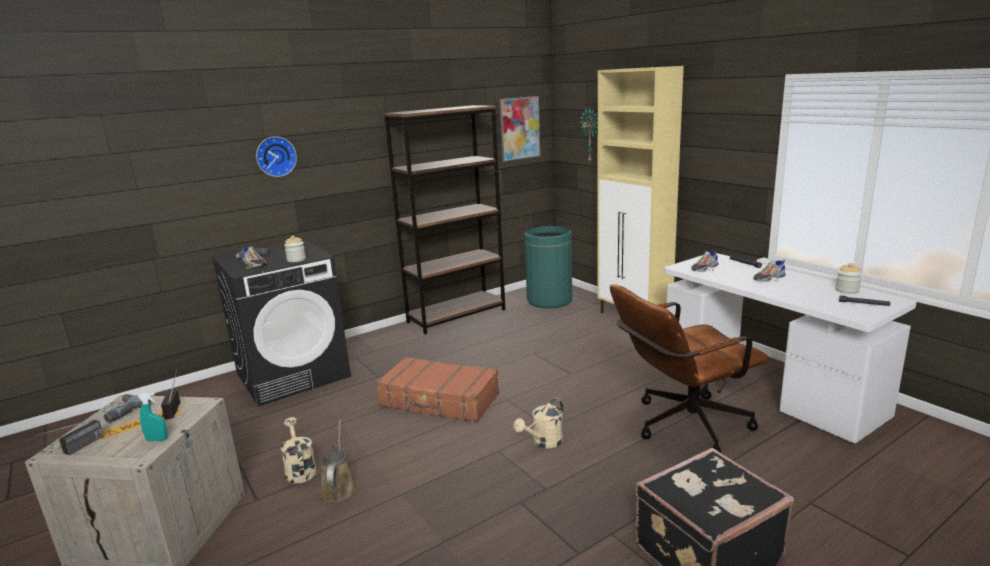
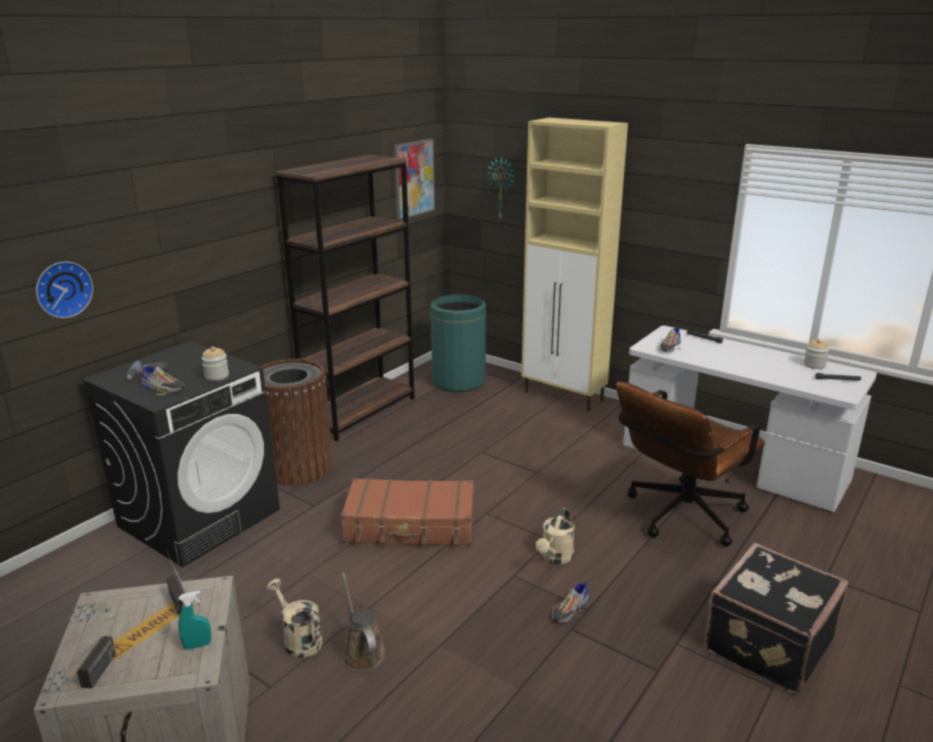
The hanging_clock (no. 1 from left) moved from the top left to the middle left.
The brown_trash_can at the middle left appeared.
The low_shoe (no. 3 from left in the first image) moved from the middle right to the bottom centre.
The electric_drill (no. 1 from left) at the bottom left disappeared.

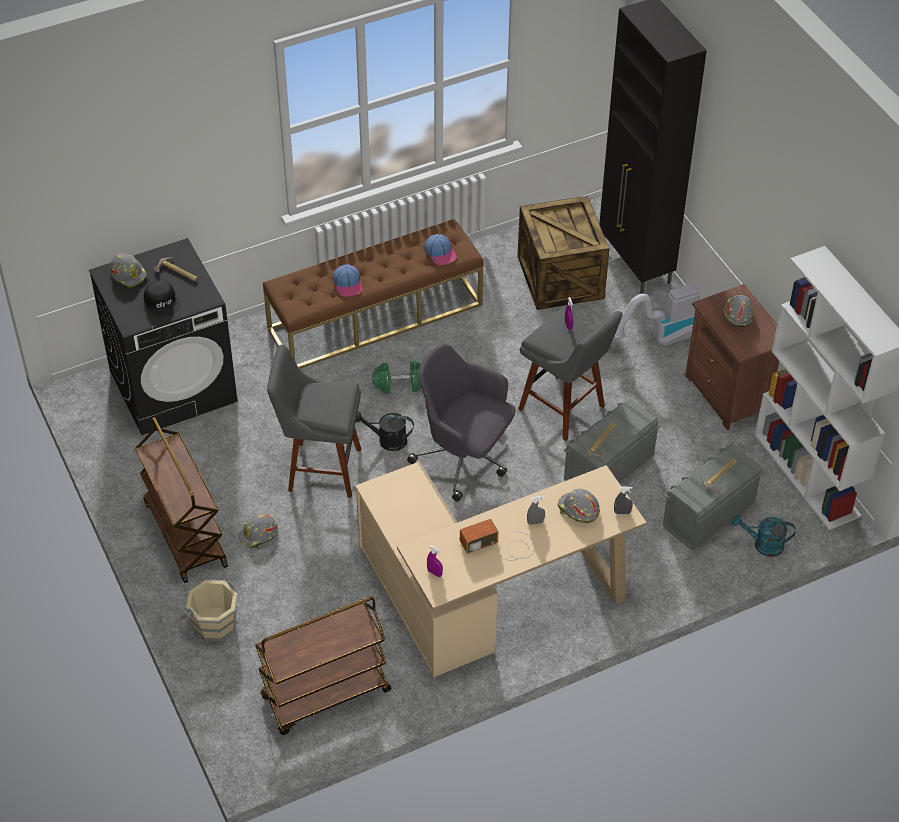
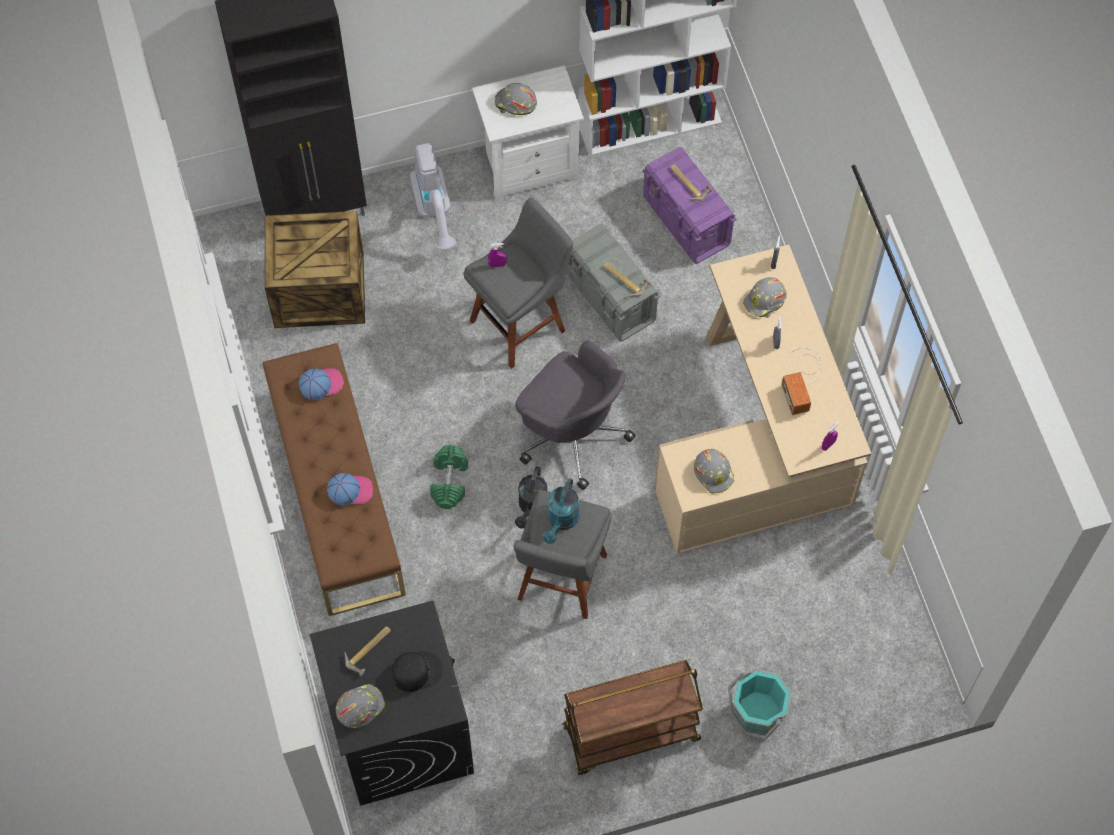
The brown_night_table at the middle right became the whitish_night_table at the top centre.
The gray_office_chair at the centre turned 90 degrees counterclockwise.
The turquoise_watering_pot moved from the middle right to the centre.
The gray_storage_container (no. 2 from left) at the middle right became the purplish_storage_container at the top centre.
The gray_work_helmet (no. 2 from left in the first image) moved from the middle left to the centre.
The sand-coloured_pail at the bottom left became the turquoise_pail at the bottom right.
The brown_cart (no. 2 from left) at the bottom centre disappeared.

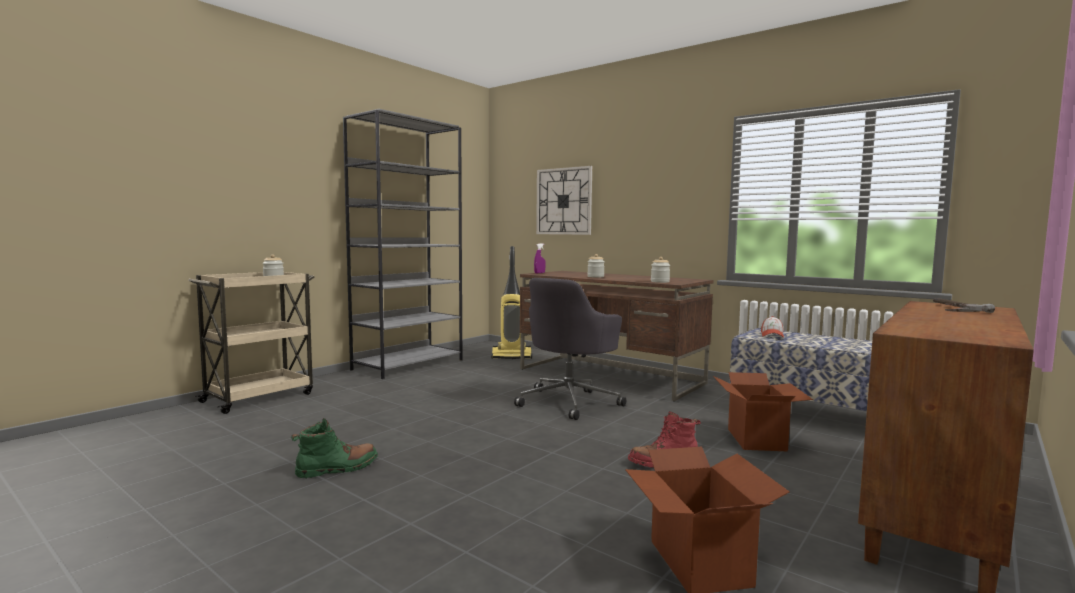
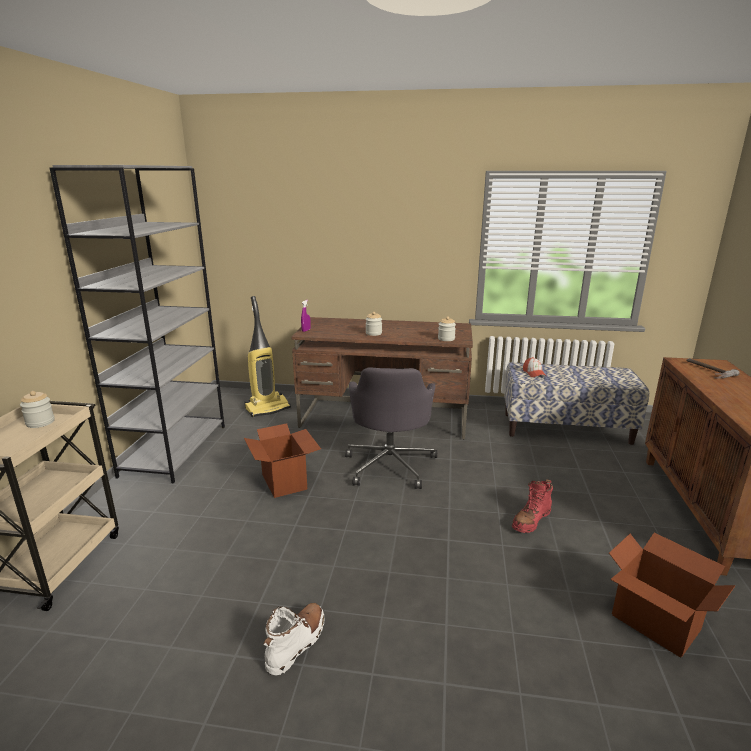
The carton (no. 2 from left in the first image) moved from the bottom right to the centre.
The green-coloured_tall_boot at the bottom left became the whitish_tall_boot at the bottom centre.
The hanging_clock at the centre disappeared.

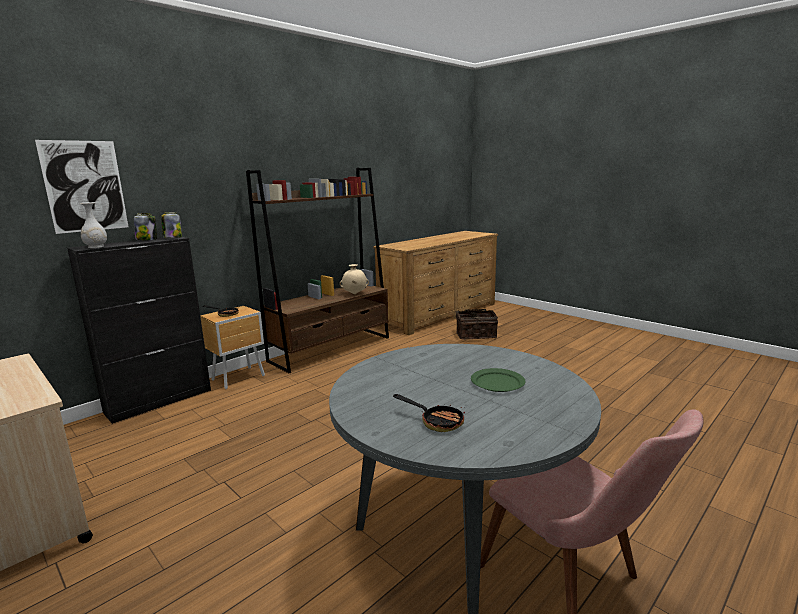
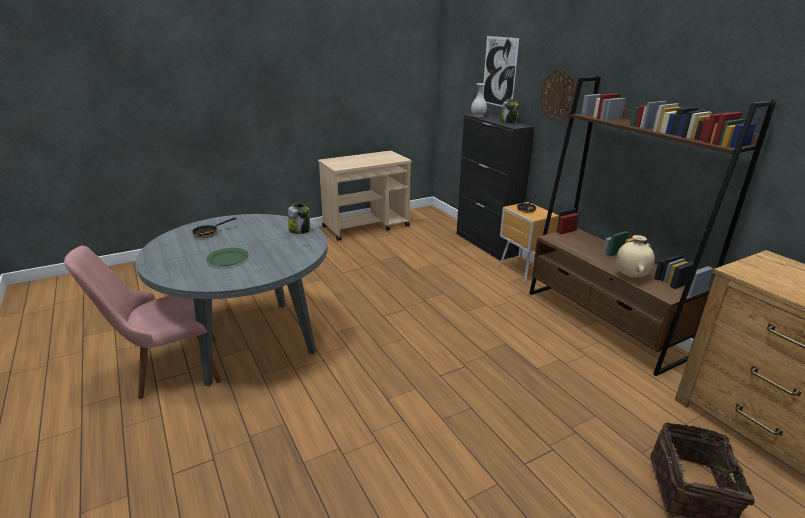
The jar (no. 2 from left in the first image) moved from the middle left to the centre.
The hanging_clock at the top right appeared.

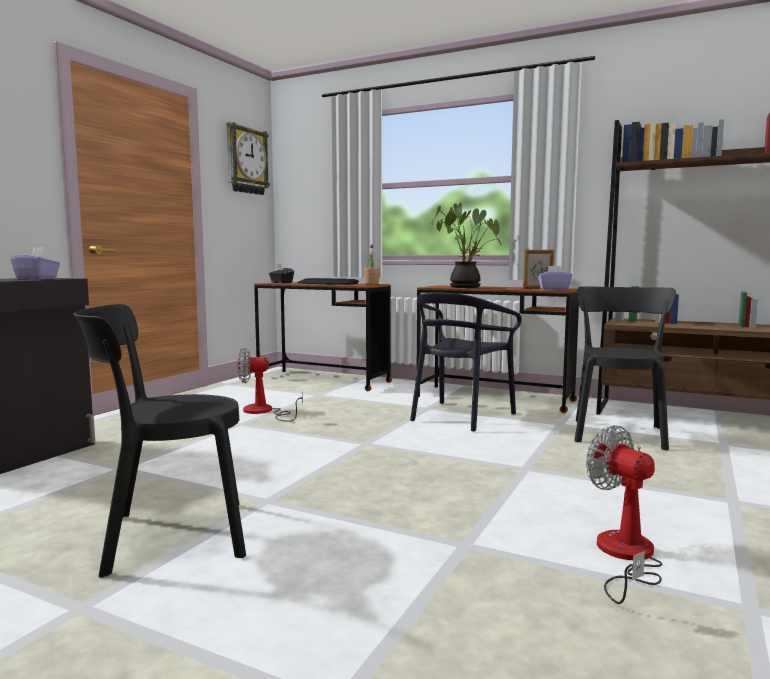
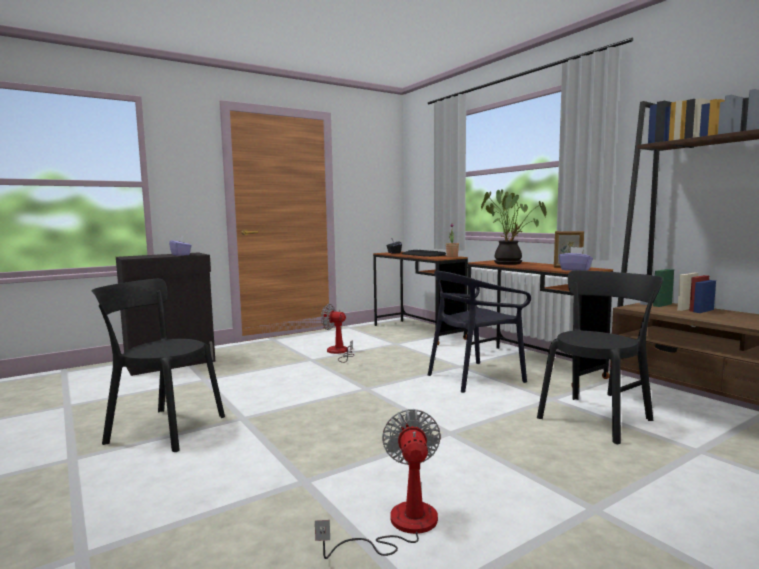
The hanging_clock at the top left disappeared.

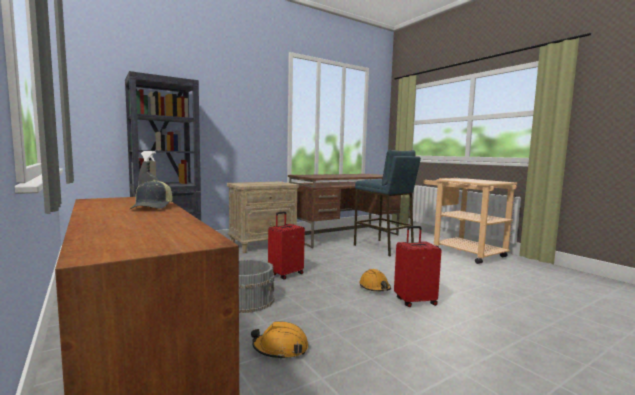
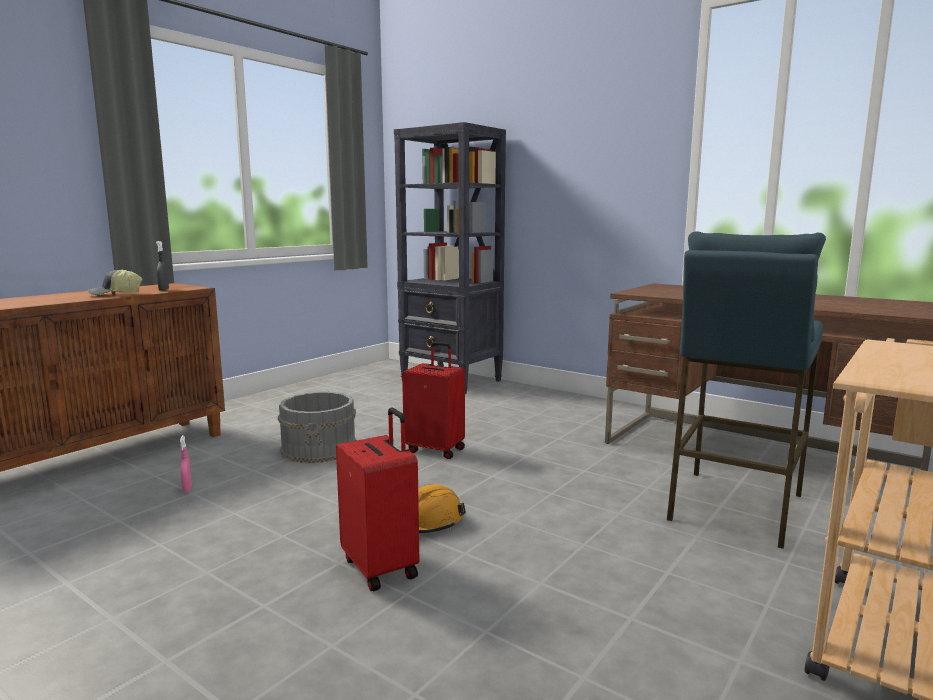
The orange_work_helmet (no. 1 from left) at the bottom centre was replaced by the pink-coloured_spray_bottle at the middle left.
The sand-coloured_night_table at the centre disappeared.

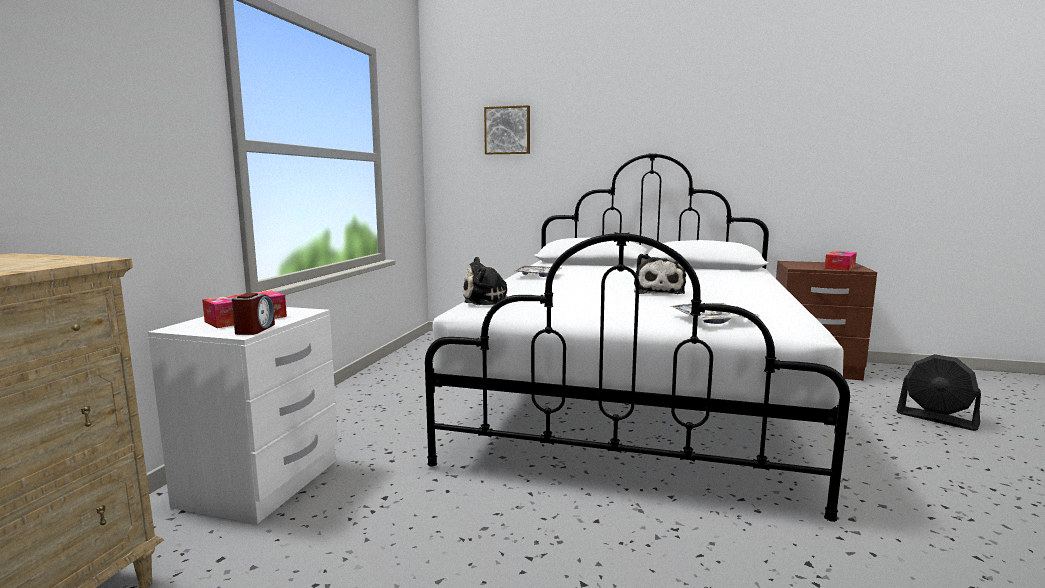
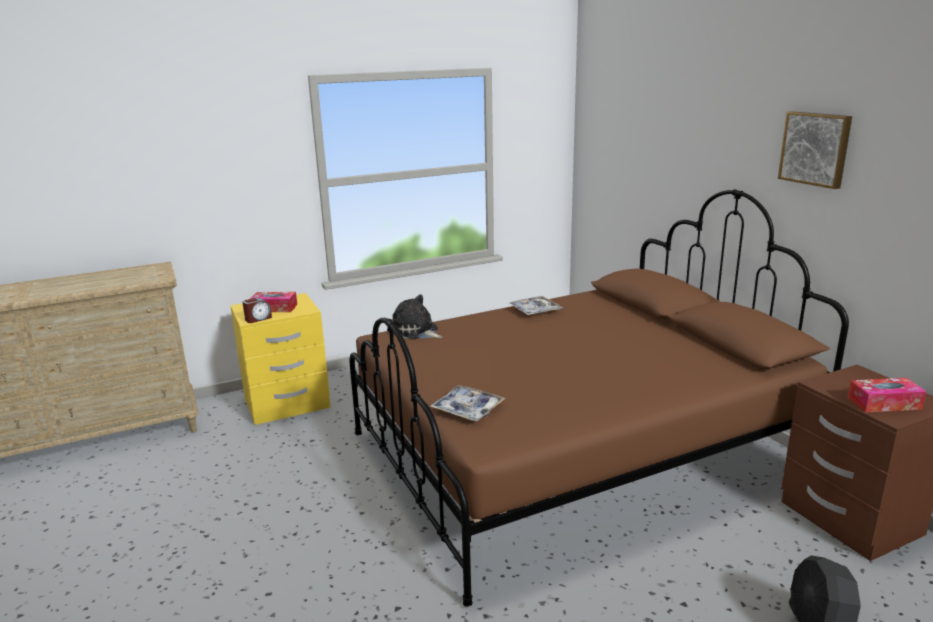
The whitish_night_table at the bottom left became the yellow-coloured_night_table at the middle left.
The whitish_bed at the centre became the brown_bed at the centre.
The picture moved from the top centre to the top right.
The cuddly_toy (no. 2 from left) at the centre disappeared.

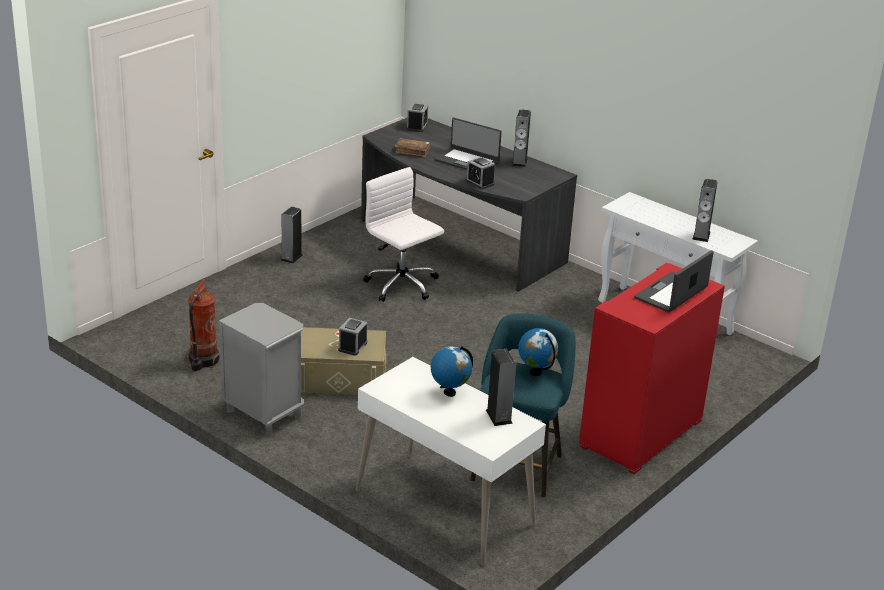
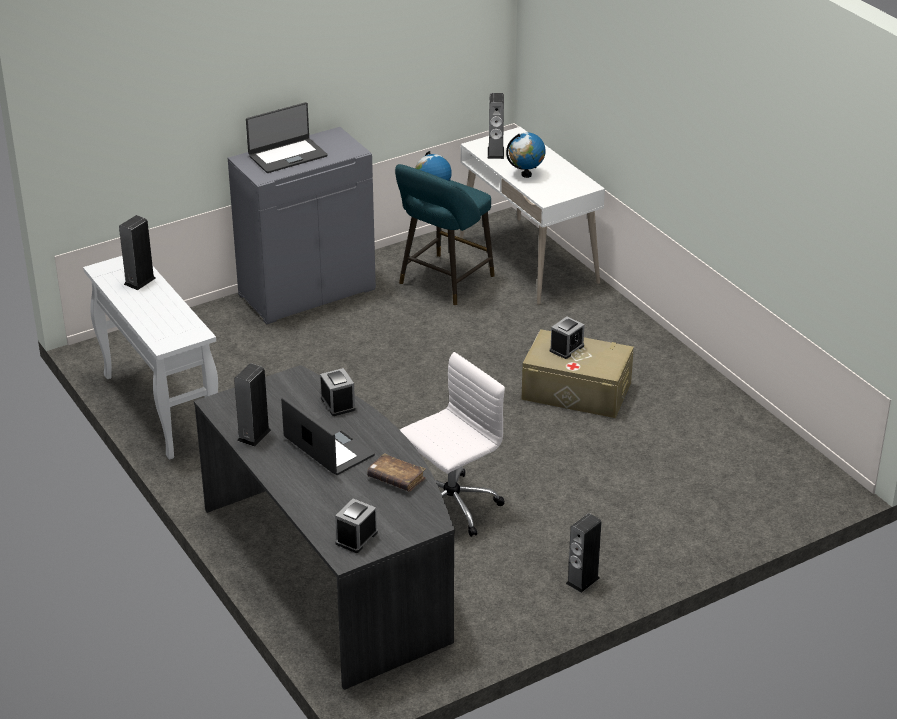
The red-coloured_storage_cabinet at the middle right became the gray_storage_cabinet at the top centre.
The whitish_office_chair at the centre turned 105 degrees counterclockwise.
The extinguisher at the middle left disappeared.
The gray_night_table at the middle left disappeared.

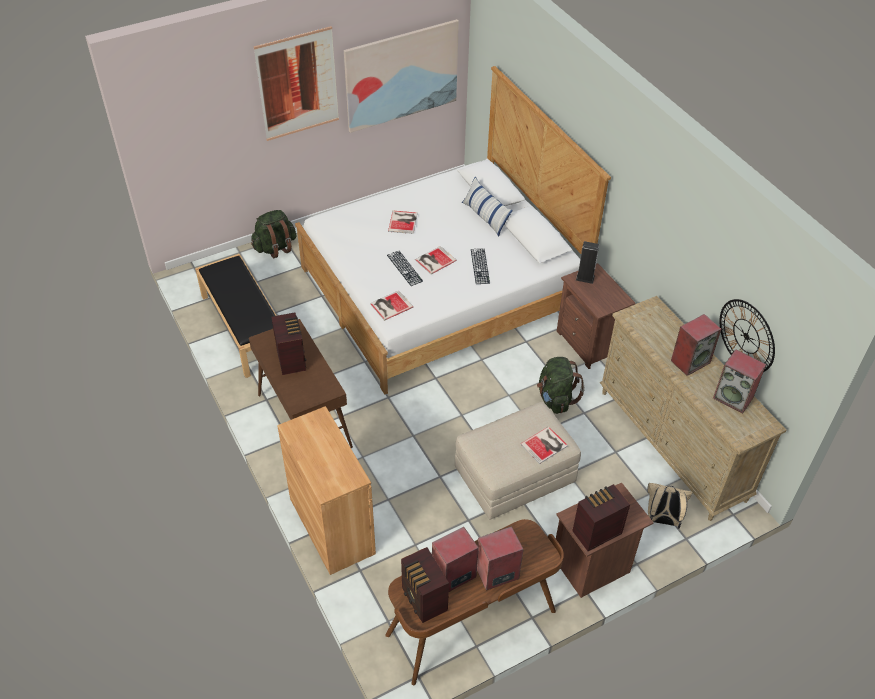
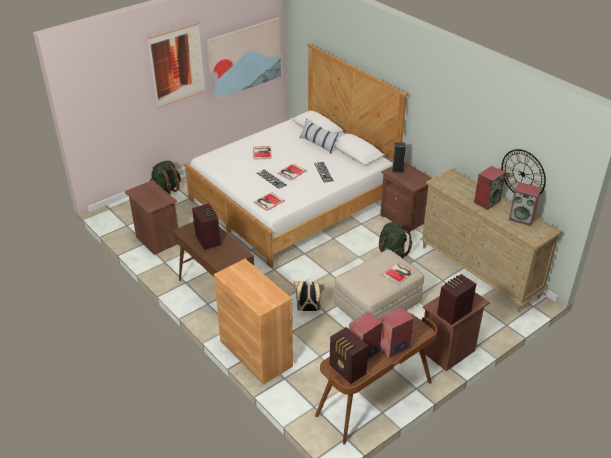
The black-coloured_indoor_bench at the middle left was replaced by the brown_night_table (no. 1 from left) at the middle left.
The sand-coloured_knapsack moved from the bottom right to the centre.

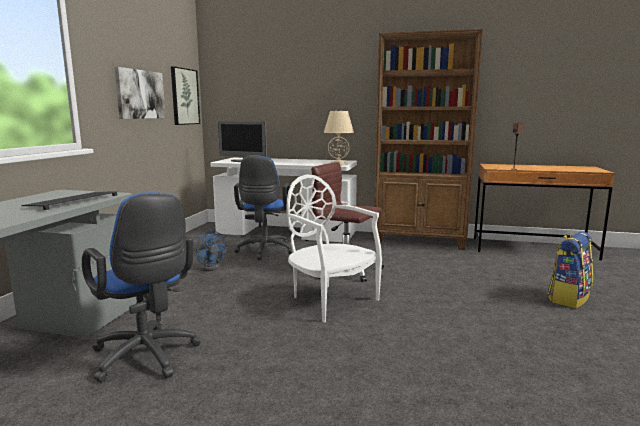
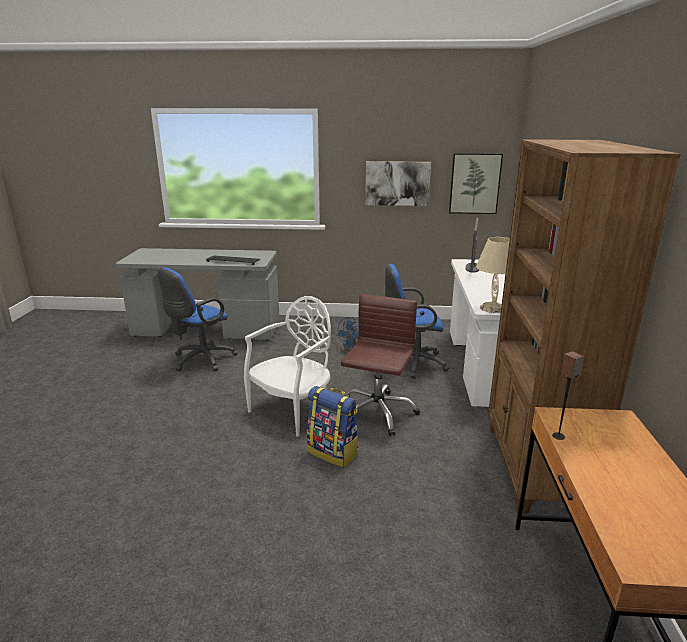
The knapsack moved from the middle right to the centre.

